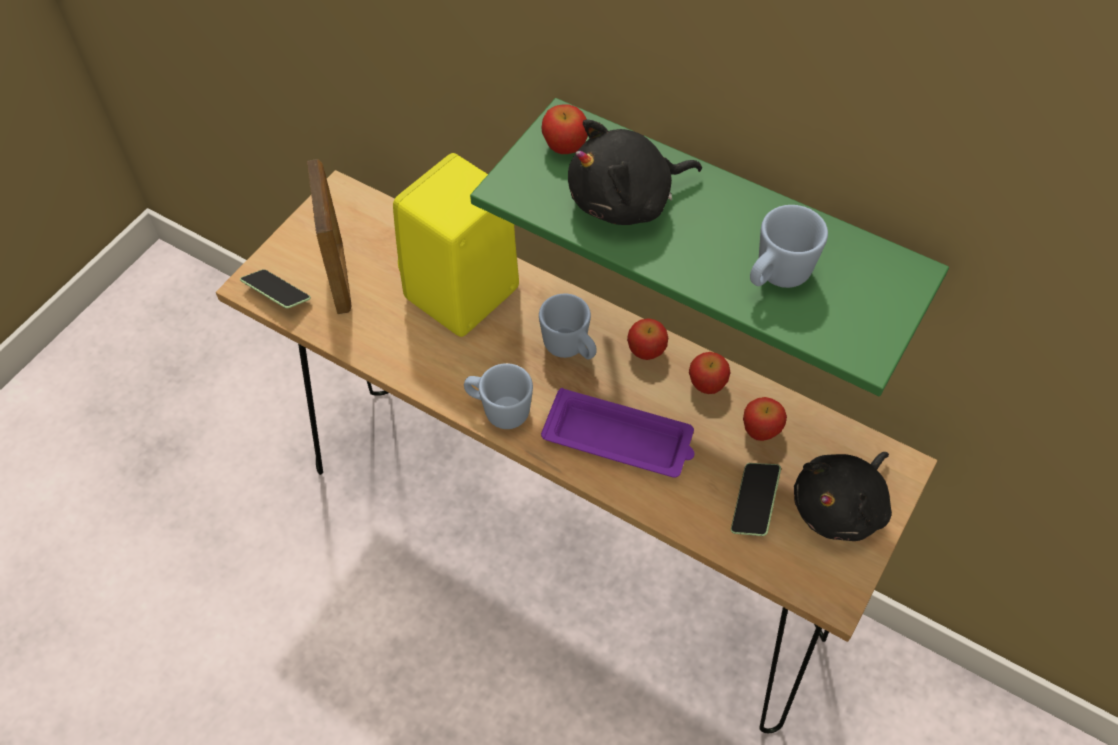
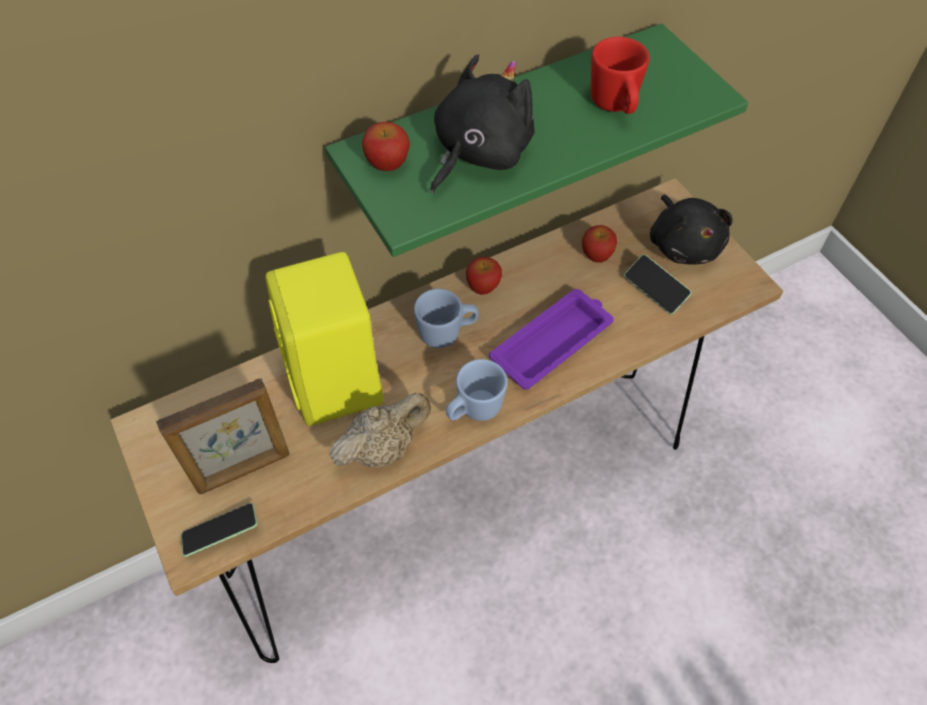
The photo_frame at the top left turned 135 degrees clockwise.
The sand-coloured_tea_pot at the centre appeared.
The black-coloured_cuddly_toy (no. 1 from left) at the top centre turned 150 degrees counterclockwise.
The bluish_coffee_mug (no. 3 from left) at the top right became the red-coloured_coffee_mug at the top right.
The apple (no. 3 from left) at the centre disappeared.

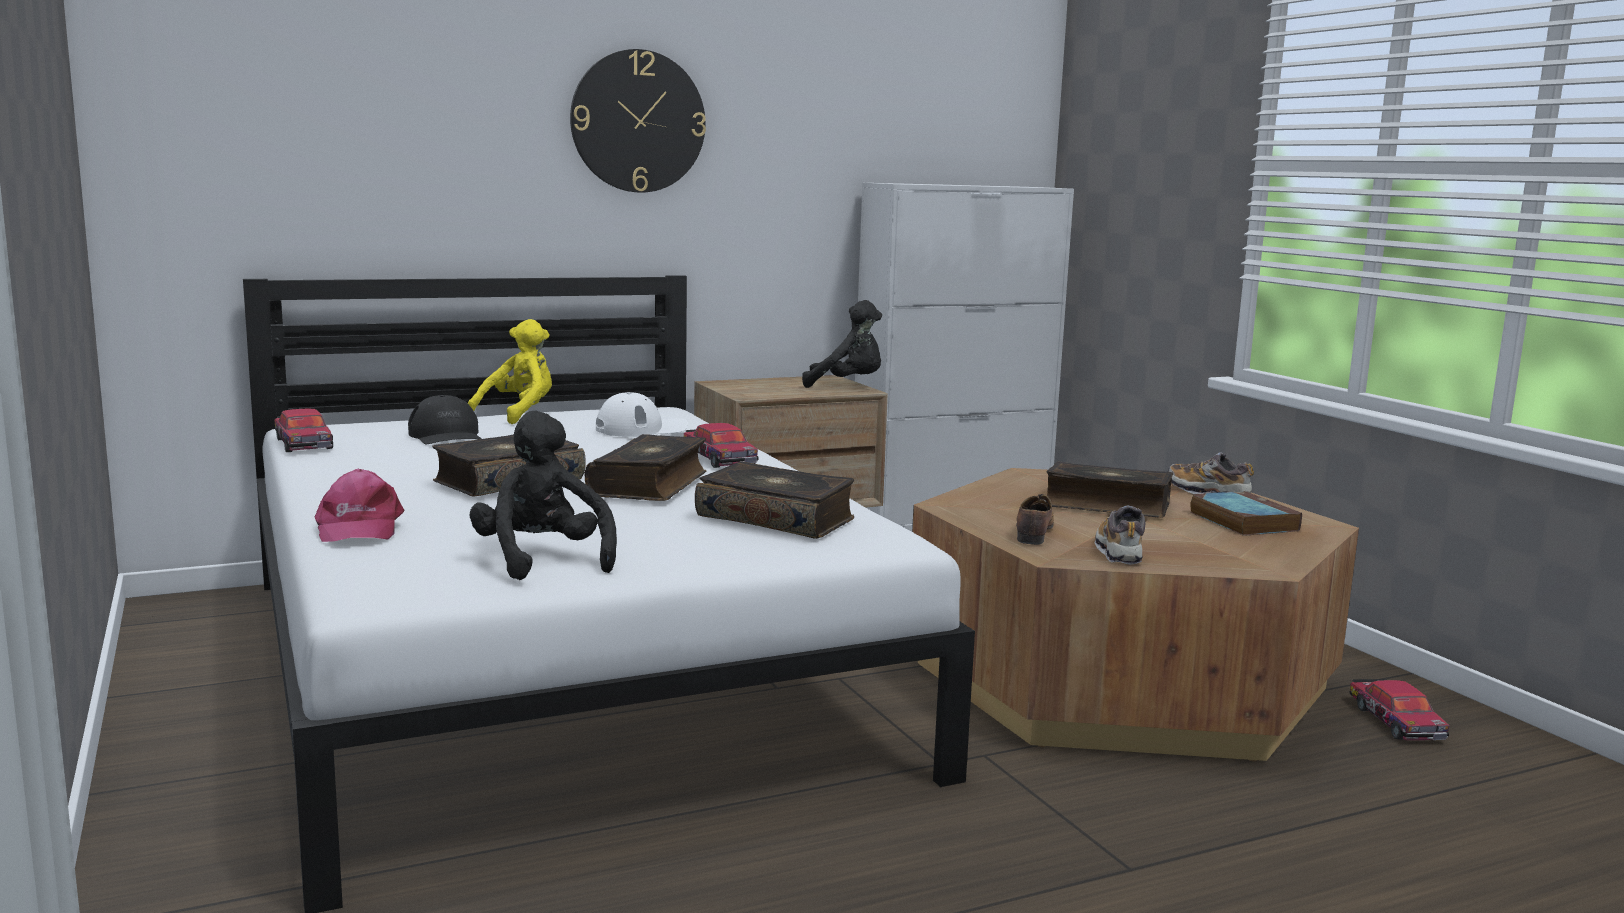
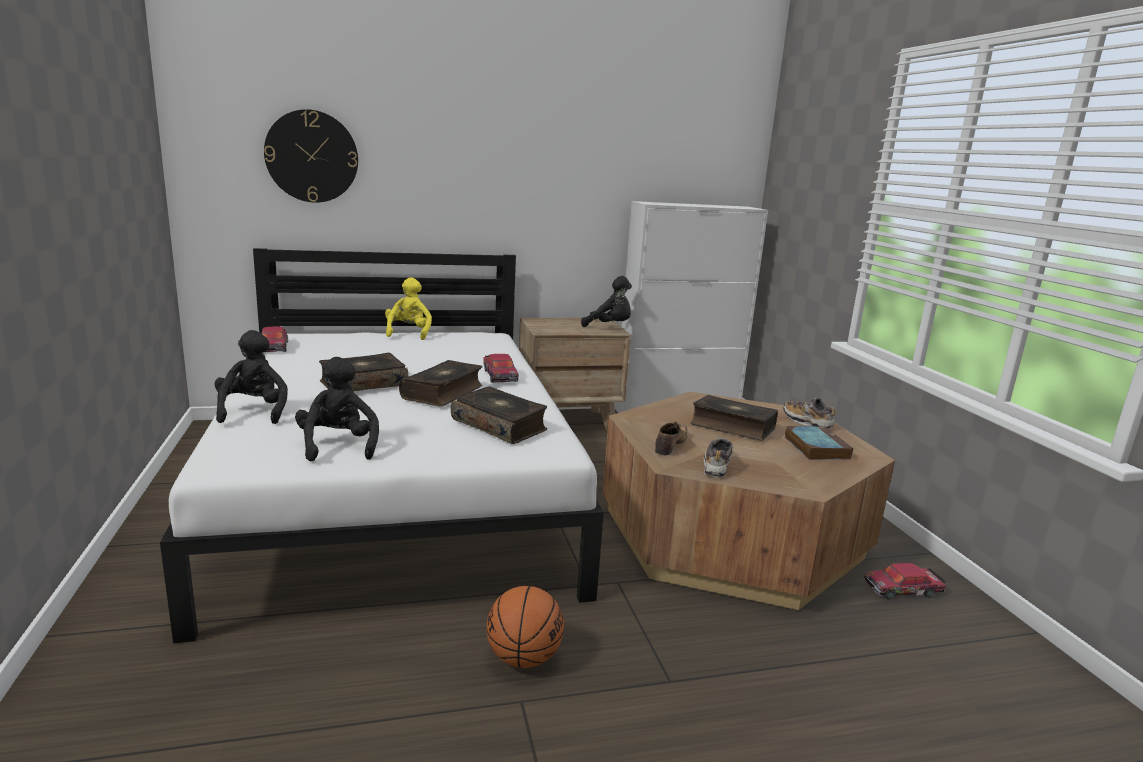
The pink-coloured_baseball_cap at the middle left was replaced by the black-coloured_cuddly_toy (no. 1 from left) at the middle left.
The hanging_clock moved from the top centre to the top left.
The yellow-coloured_cuddly_toy at the middle left turned 45 degrees counterclockwise.
The basketball_ball at the bottom centre appeared.
The toy_car (no. 3 from left) at the bottom right turned 75 degrees clockwise.
The black-coloured_baseball_cap at the middle left disappeared.
The whitish_baseball_cap at the centre disappeared.

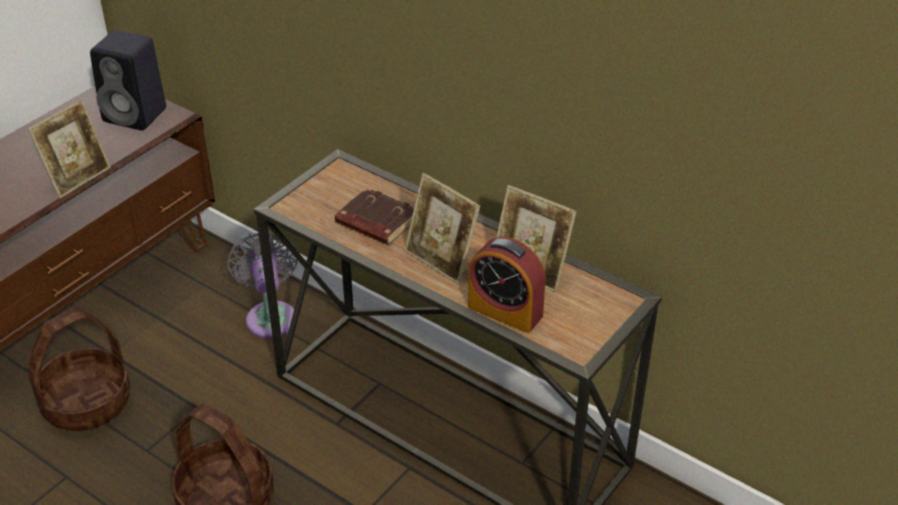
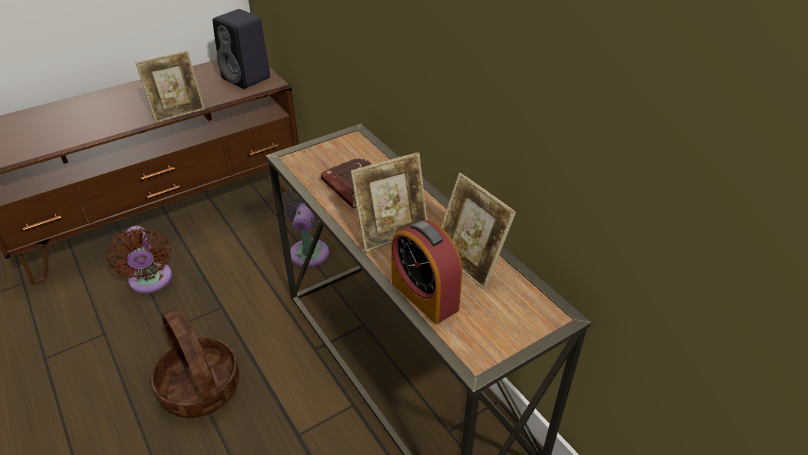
The basket (no. 1 from left) at the bottom left was replaced by the brown_cooling_fan at the middle left.
The photo_frame (no. 2 from left) at the centre turned 90 degrees counterclockwise.

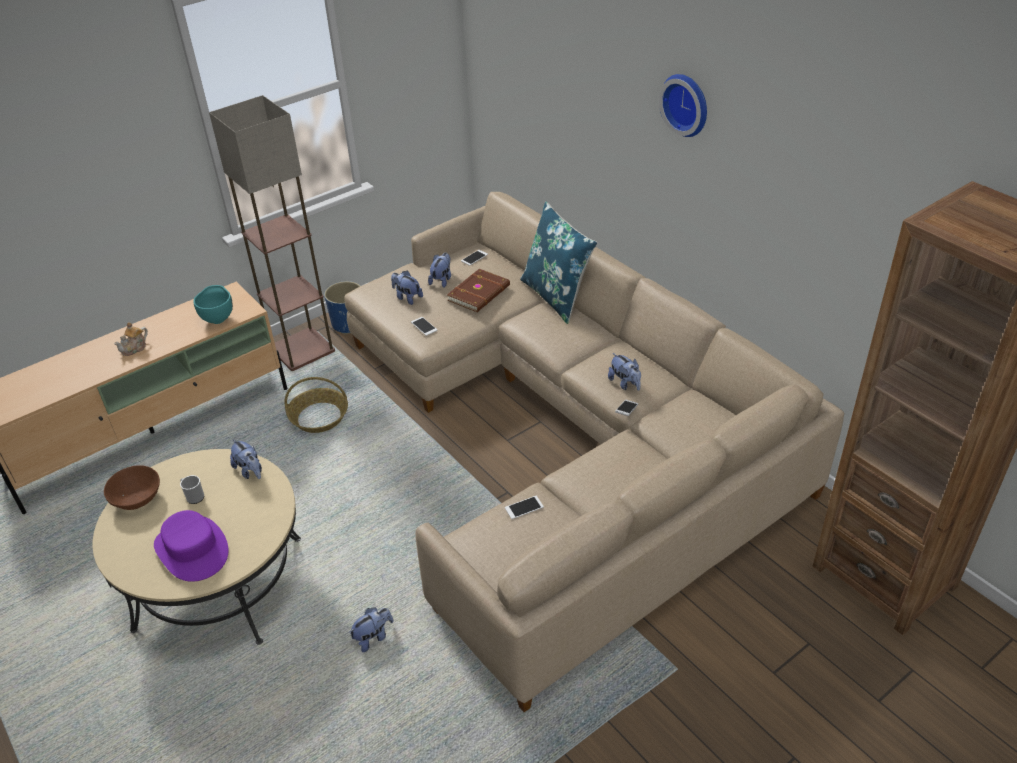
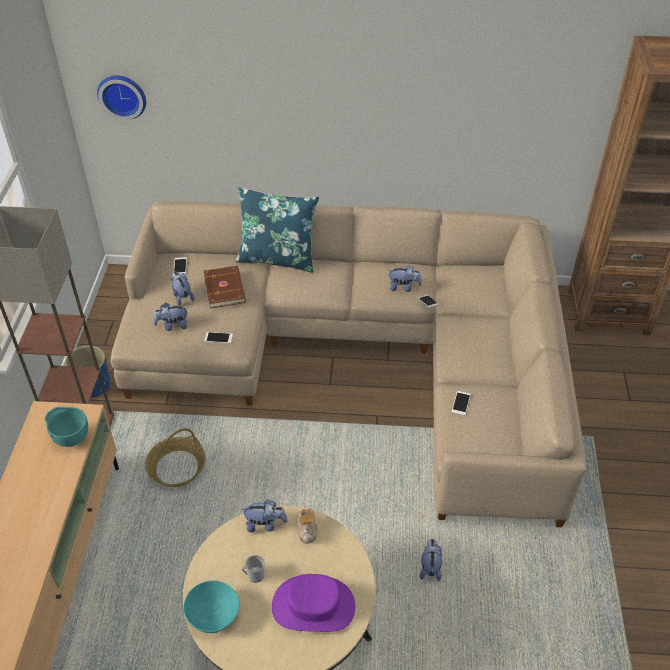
The hanging_clock moved from the top right to the top left.
The brown_serving_bowl at the middle left became the turquoise_serving_bowl (no. 2 from left) at the bottom left.
The tea_pot moved from the middle left to the bottom centre.

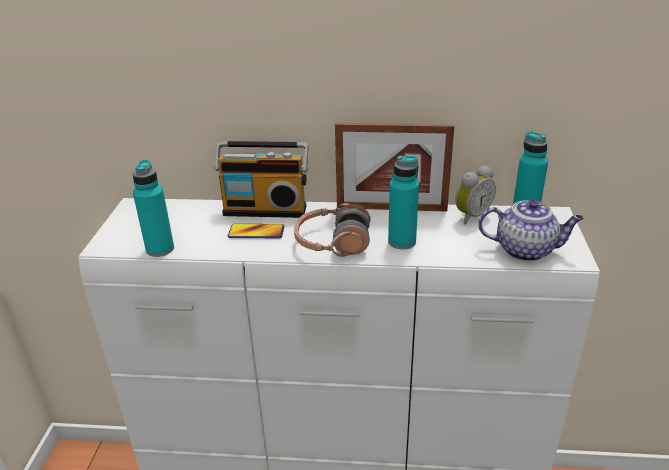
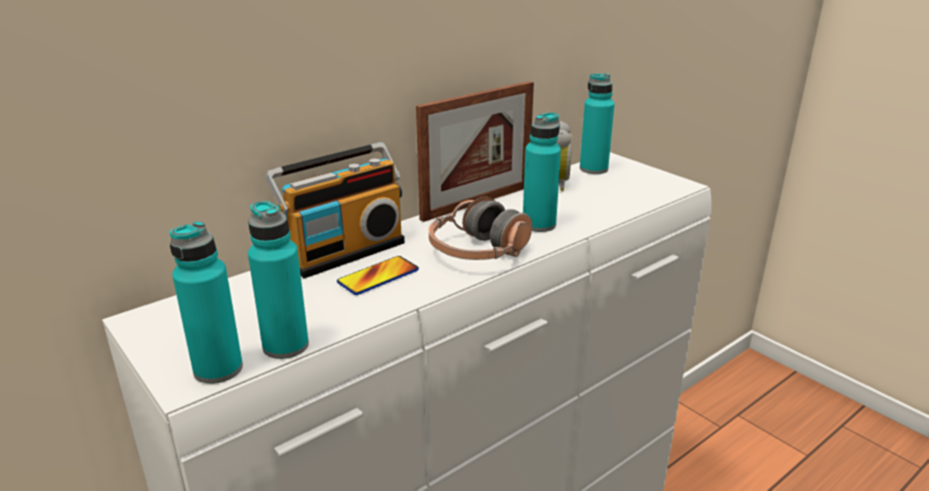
The turquoise_bottle (no. 1 from left) at the middle left appeared.
The tea_pot at the middle right disappeared.

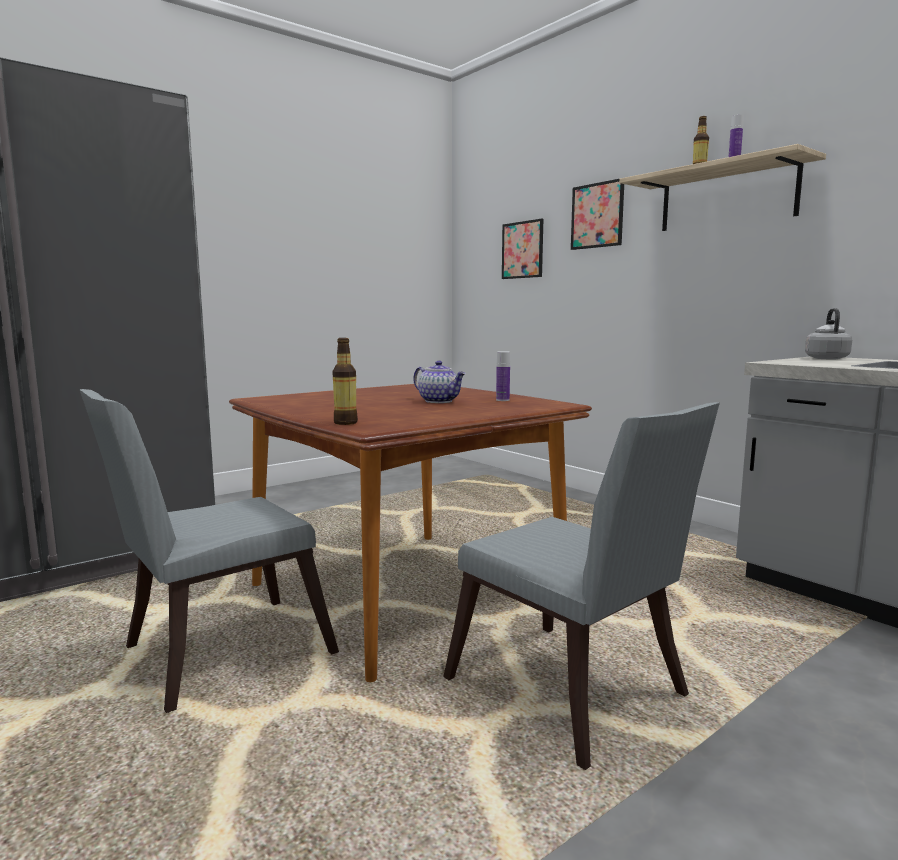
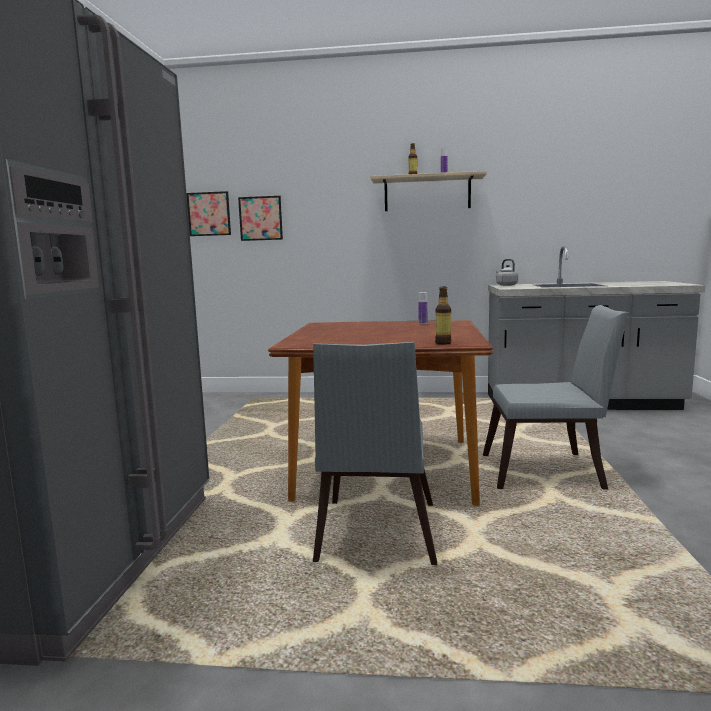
The picture (no. 2 from left in the first image) moved from the top centre to the top left.
The tea_pot at the centre disappeared.

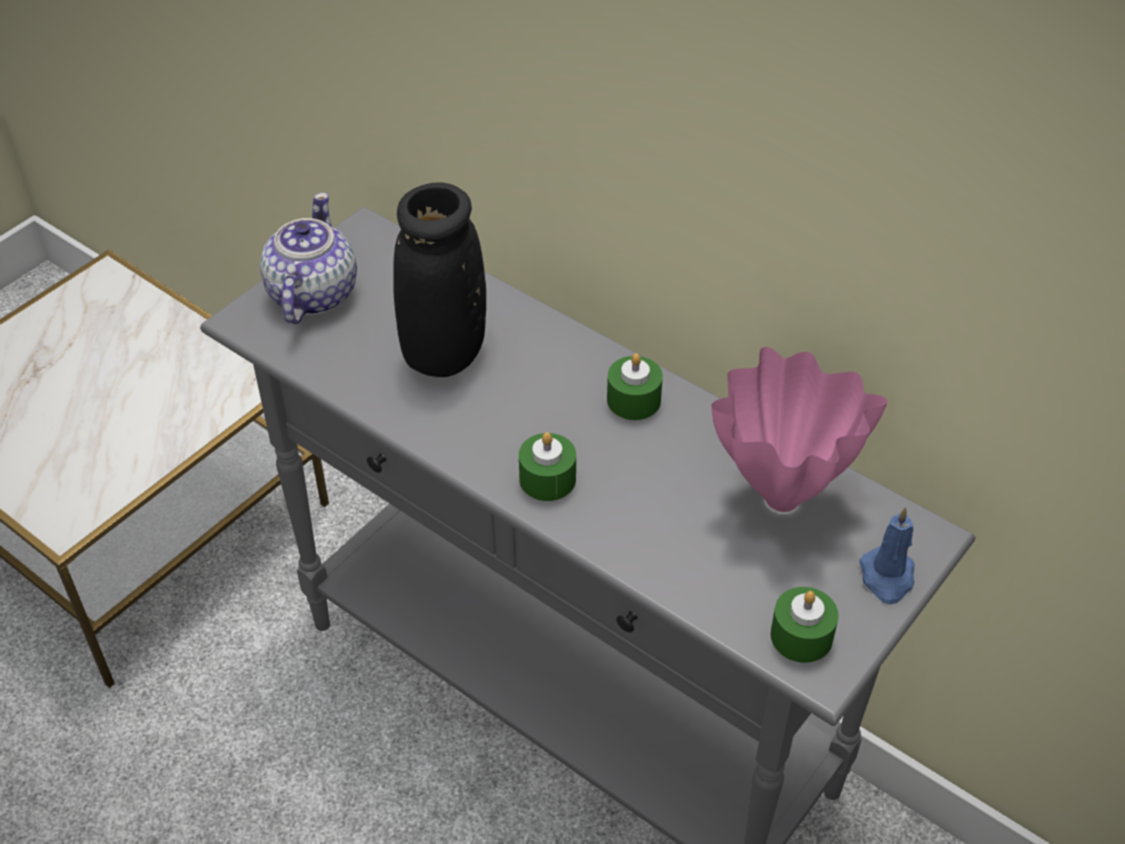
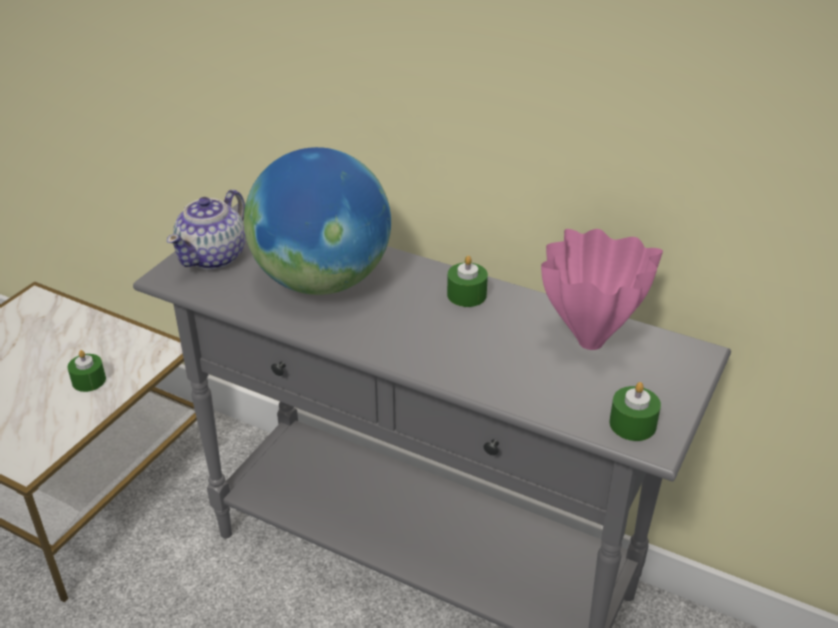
The green-coloured_candle (no. 1 from left) moved from the centre to the middle left.
The tea_pot at the top left turned 150 degrees counterclockwise.
The black-coloured_vase at the top centre was replaced by the globe at the centre.
The bluish_candle at the middle right disappeared.

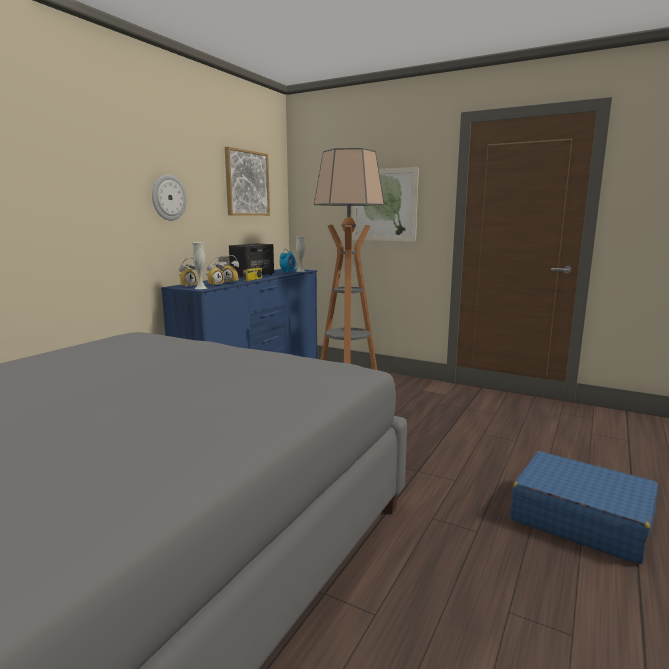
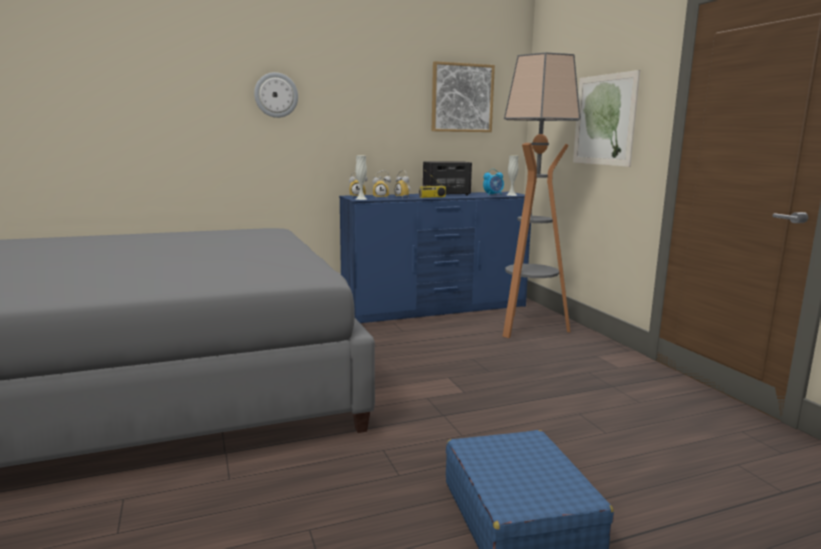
The hanging_clock moved from the top left to the top centre.

